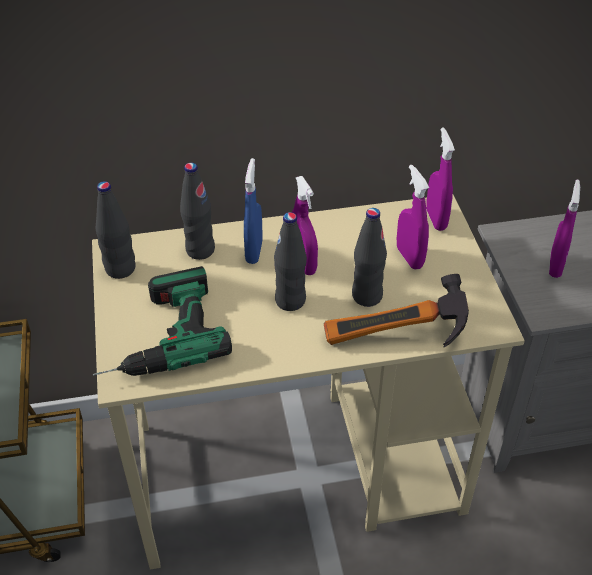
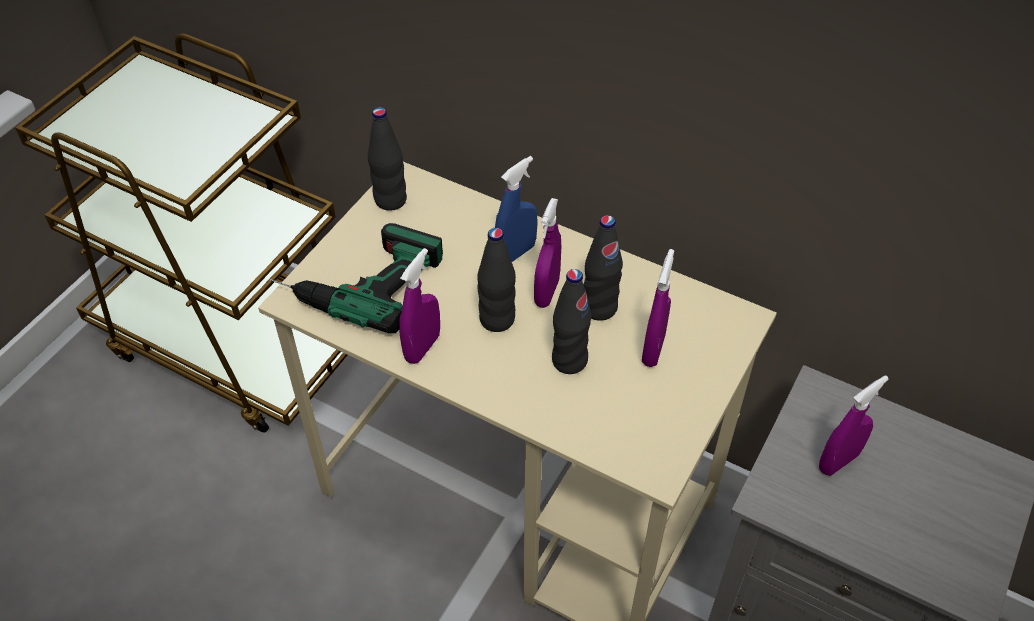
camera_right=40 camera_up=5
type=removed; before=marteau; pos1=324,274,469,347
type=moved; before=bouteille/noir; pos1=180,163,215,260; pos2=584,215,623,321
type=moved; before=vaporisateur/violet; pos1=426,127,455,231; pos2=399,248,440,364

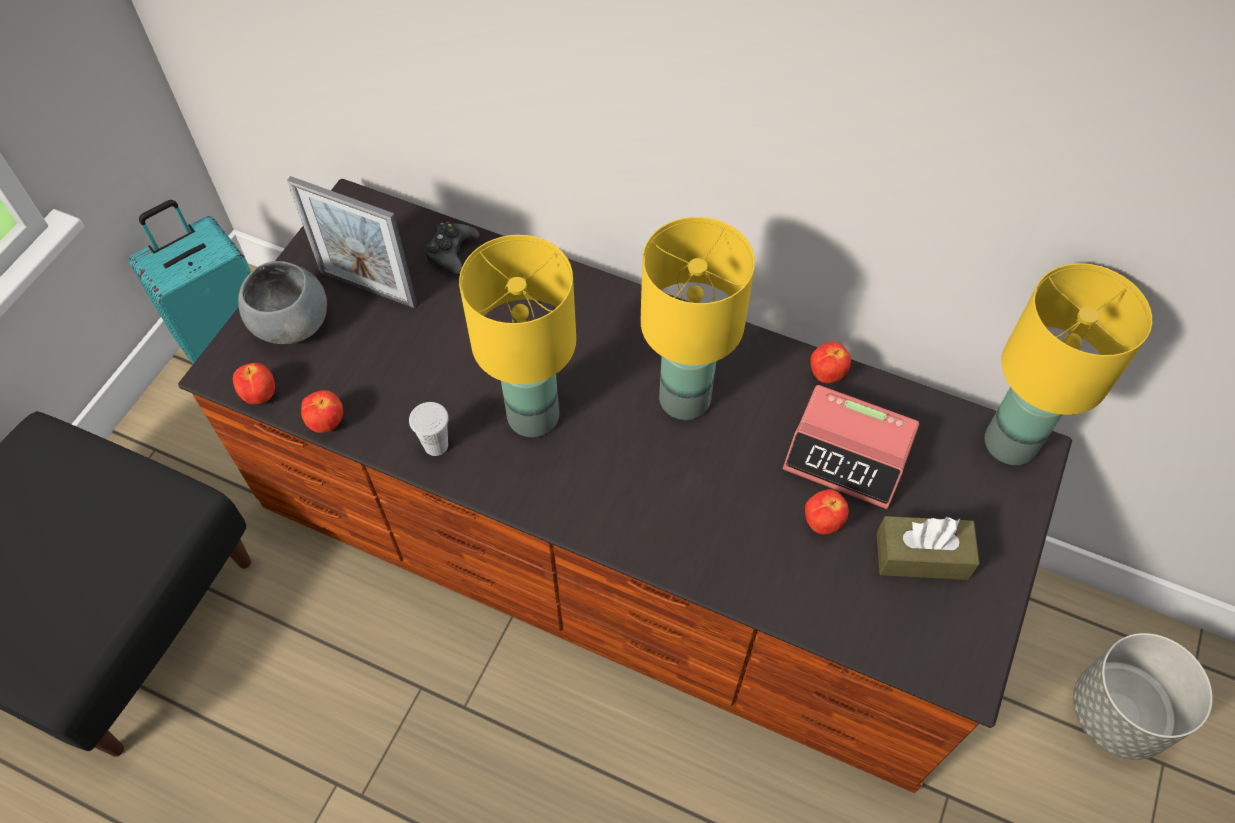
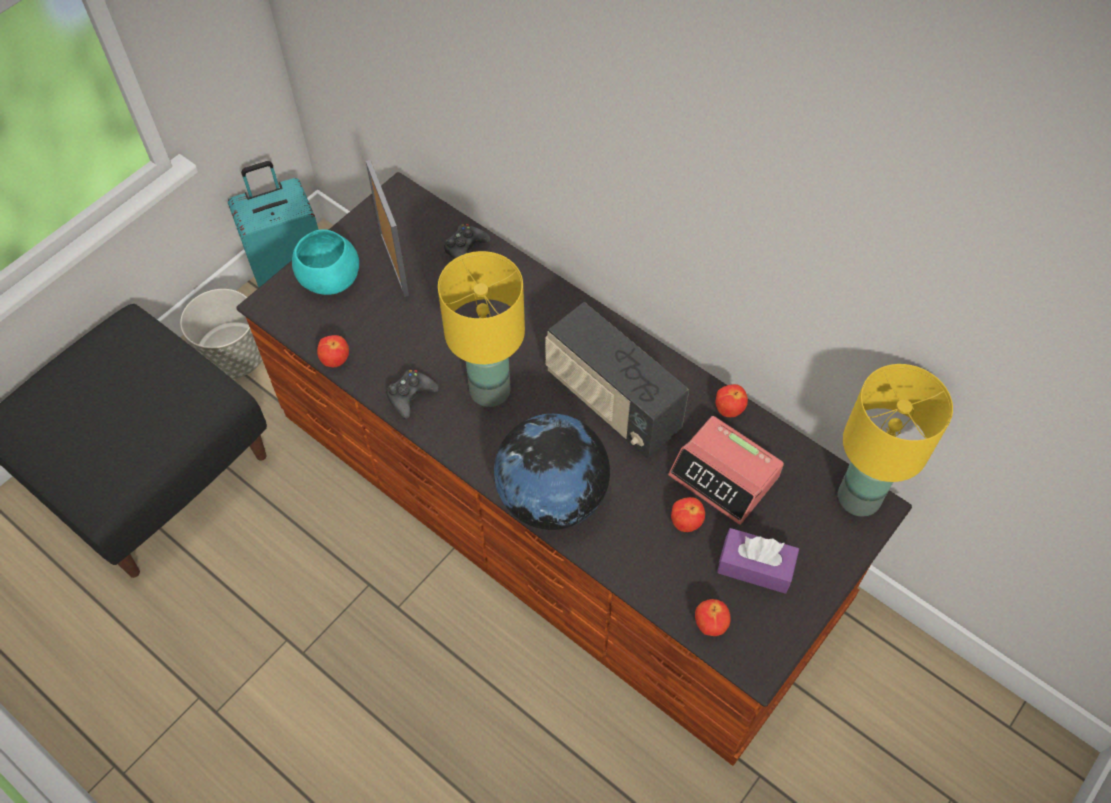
camera_right=15 camera_up=0
type=added; after=globe; pos2=494,414,610,530
type=moved; before=pomme; pos1=233,363,275,404; pos2=695,599,731,636
type=moved; before=cache-pot/gris; pos1=1073,633,1213,760; pos2=180,289,262,379
type=replaced; before=tasse/blanc; after=manette/noir; pos1=409,402,449,456; pos2=386,370,439,419
type=replaced; before=lampe de table/jaune; after=radio; pos1=641,217,755,420; pos2=545,302,689,459
type=recoloured; before=bol/gris; after=bol/turquoise; pos1=238,261,327,344; pos2=292,229,359,295
type=recoloured; before=boîte à mouchoirs/marron; after=boîte à mouchoirs/violet; pos1=877,516,980,580; pos2=717,528,799,594
type=turned; before=cadre photo; pos1=287,176,417,308; pos2=366,160,409,297; turn=-150

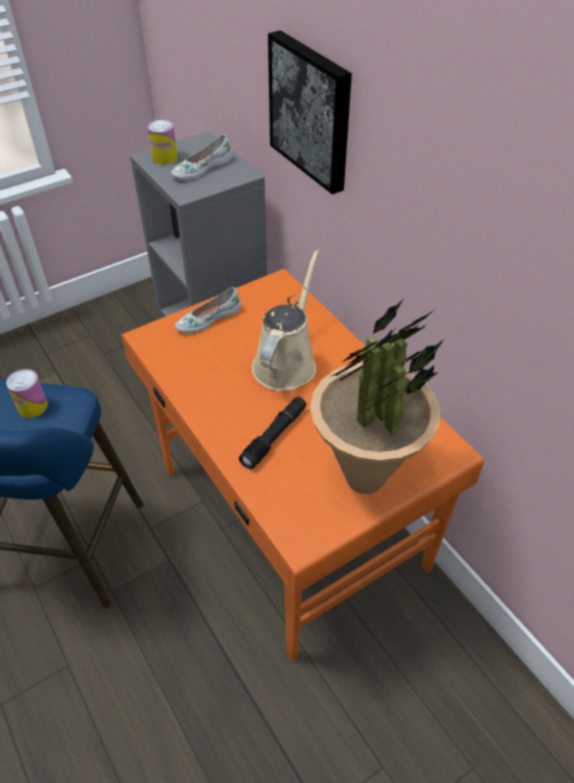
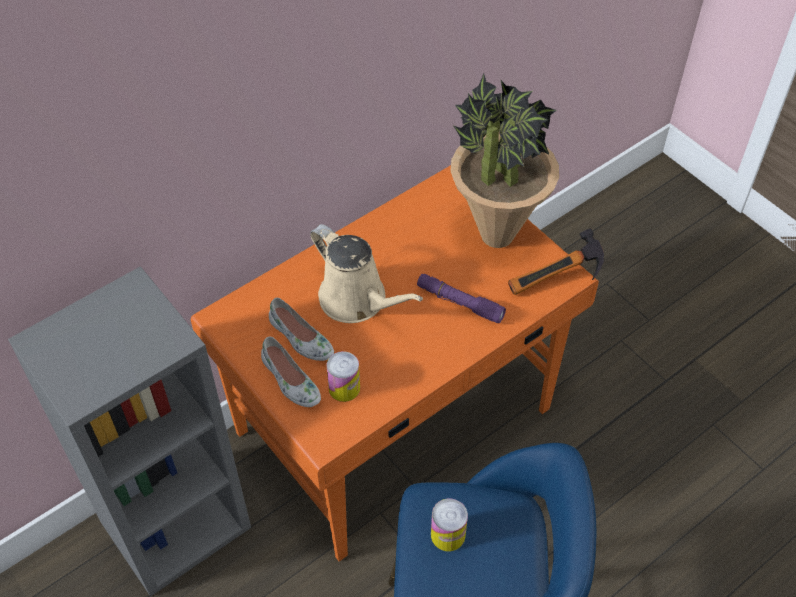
camera_right=-95 camera_up=5
type=removed; before=tableau; pos1=268,30,352,195
type=added; after=marteau; pos2=508,228,604,295
type=moved; before=boîte métallique; pos1=147,120,178,165; pos2=326,351,360,402
type=moved; before=chaussure/blanc; pos1=171,134,232,180; pos2=269,298,334,361
type=recoloured; before=lampe de poche/noir; after=lampe de poche/violet; pos1=239,397,306,469; pos2=417,273,506,323
type=turned; before=arrosoir/beige; pos1=252,249,319,391; pos2=310,224,423,323; turn=-150

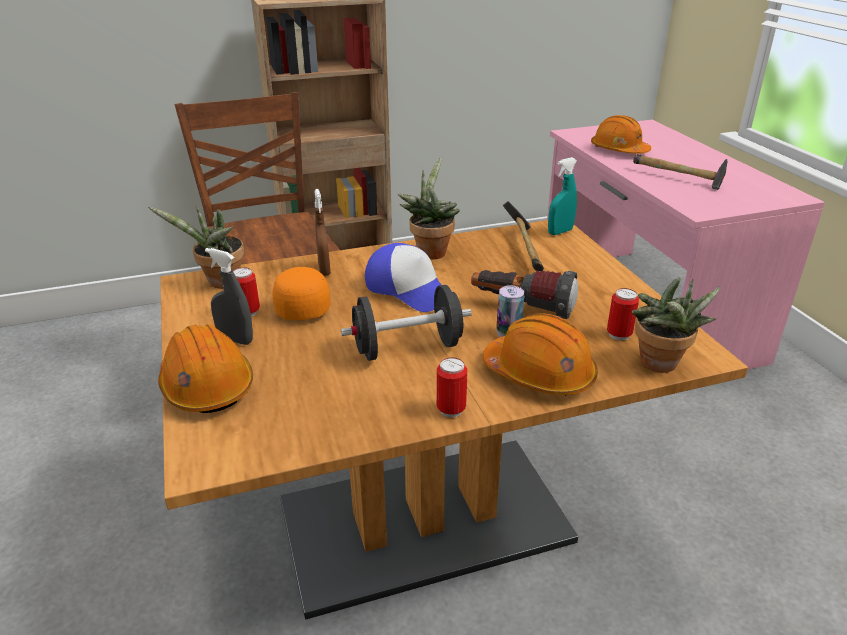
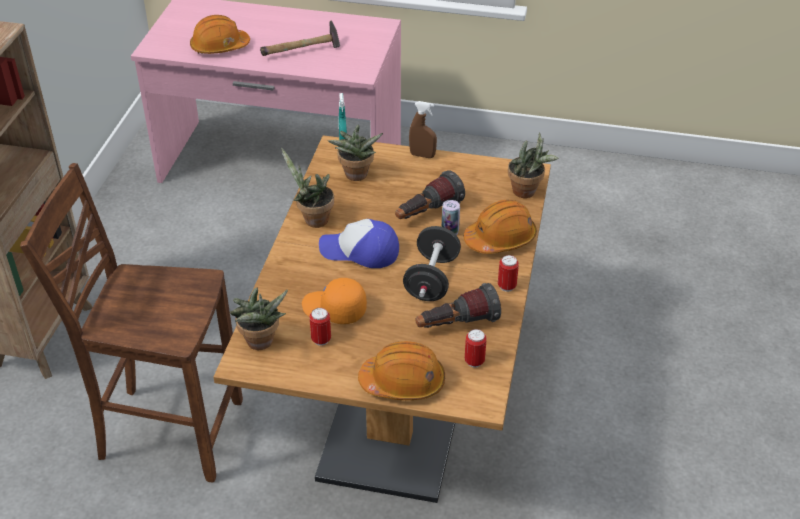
camera_right=-60 camera_up=10
type=removed; before=vaporisateur/gris; pos1=205,248,253,345
type=added; after=lampe de poche; pos2=415,283,501,328
type=moved; before=vaporisateur/marron; pos1=315,189,331,276; pos2=409,101,437,158
type=moved; before=boîte métallique; pos1=607,288,639,341; pos2=465,329,486,367
type=replaced; before=marteau; after=plante en pot; pos1=503,201,544,271; pos2=328,125,383,181
type=turned; before=casquette; pos1=365,243,458,312; pos2=319,219,399,268; turn=-150

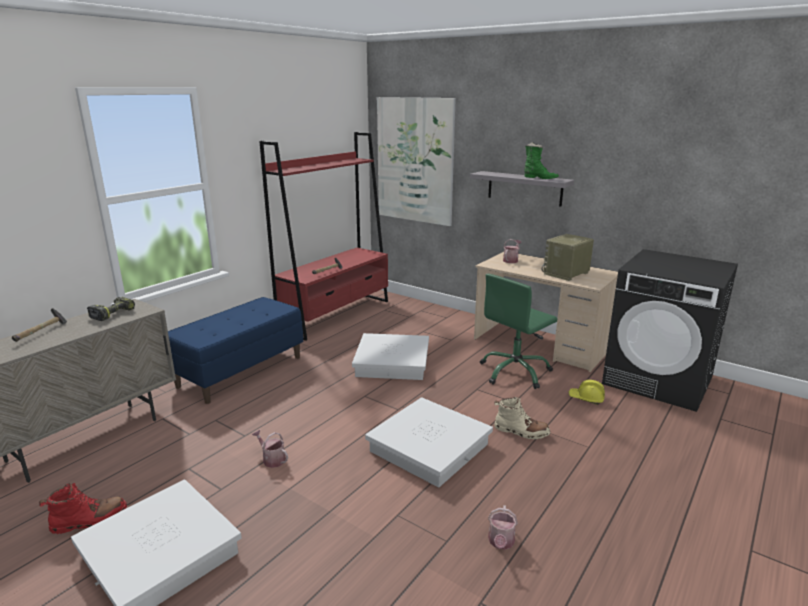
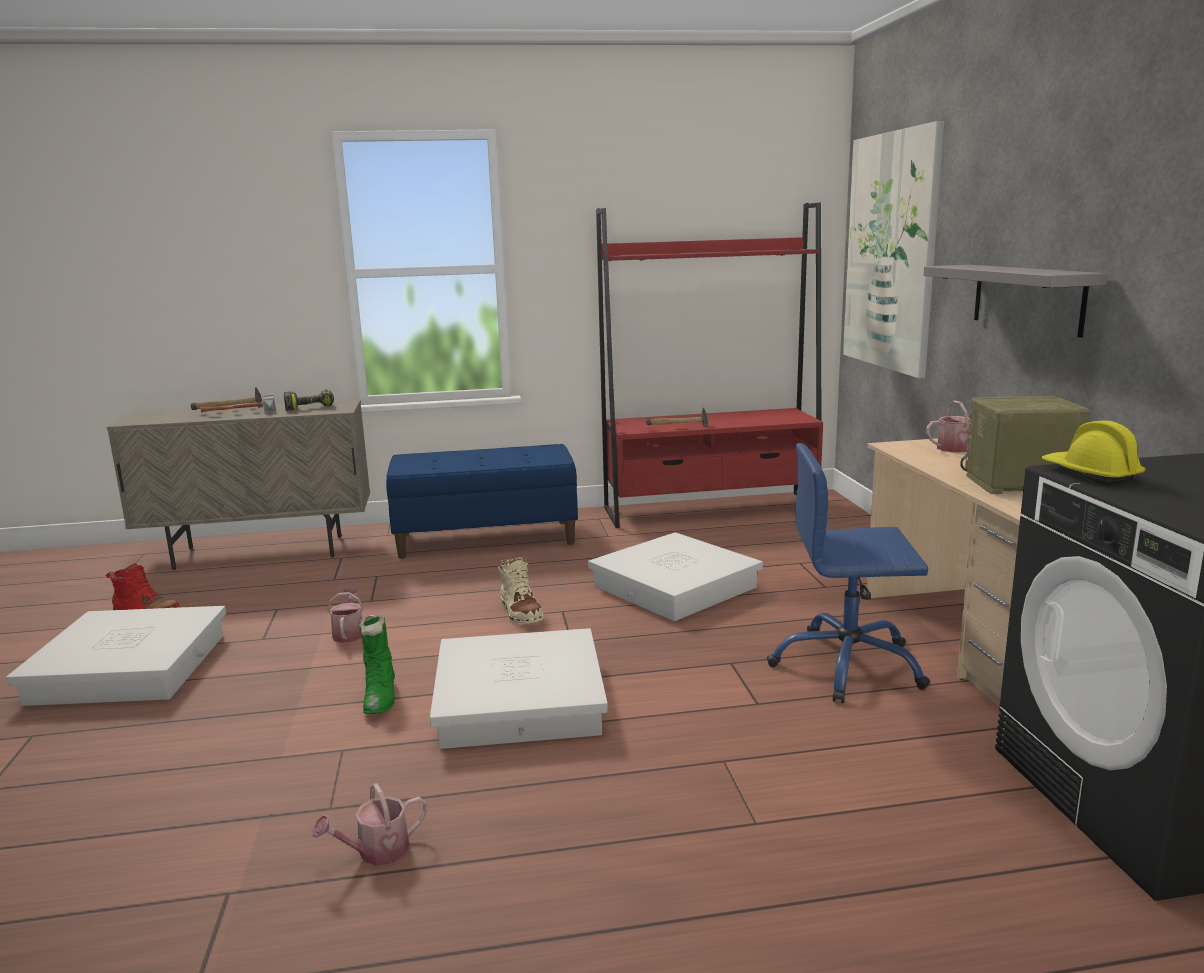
camera_right=45 camera_up=-5
type=added; after=marteau; pos2=200,395,276,413
type=moved; before=botte/beige; pos1=494,397,550,439; pos2=498,557,544,625
type=moved; before=botte/vert; pos1=524,142,559,179; pos2=359,615,395,714
type=moved; before=casque de chantier/jaune; pos1=569,380,605,405; pos2=1042,420,1145,485
type=recoloured; before=chaise de bureau/vert; after=chaise de bureau/bleu; pos1=480,274,557,389; pos2=767,443,930,703

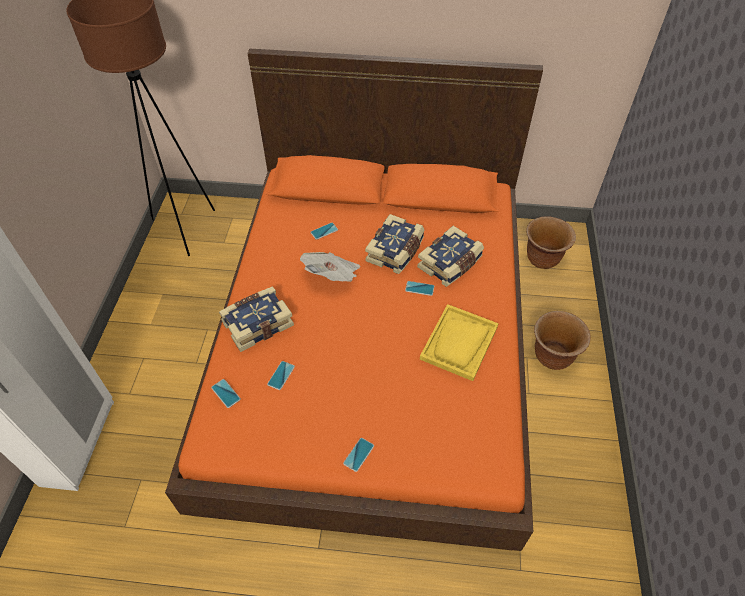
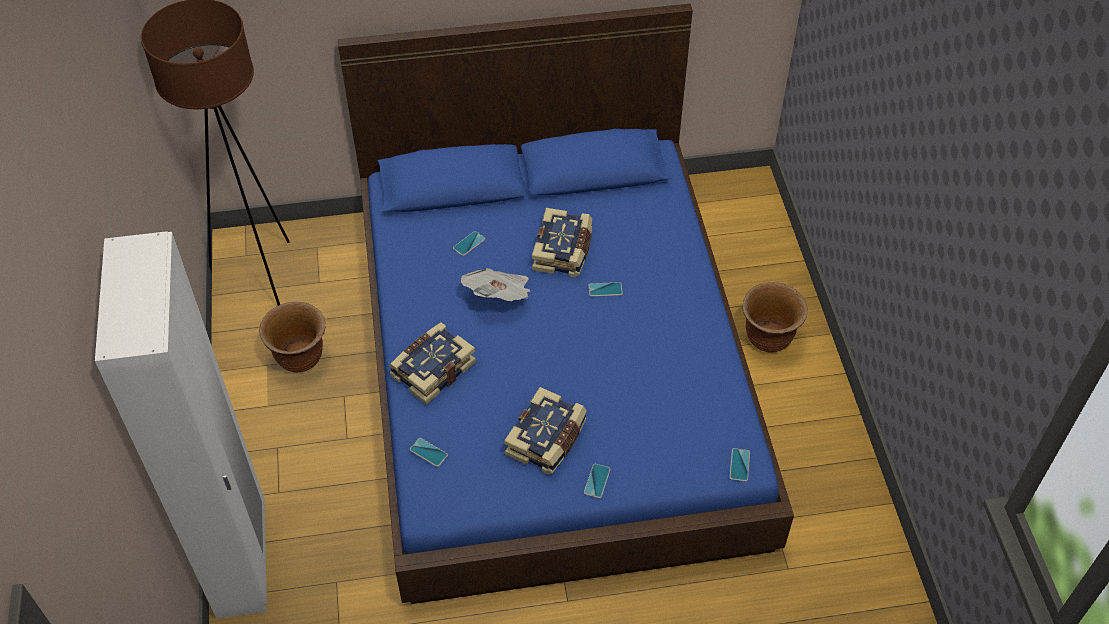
camera_right=-15 camera_up=0
type=removed; before=plateau/jaune; pos1=420,304,499,381
type=moved; before=téléphone; pos1=267,361,295,390; pos2=729,448,750,482
type=moved; before=livre; pos1=417,226,484,287; pos2=504,387,587,475
type=moved; before=cache-pot/marron; pos1=526,216,576,269; pos2=259,302,326,373
type=recoloured; before=lit/orange; after=lit/bleu; pos1=165,49,543,551; pos2=338,4,794,604

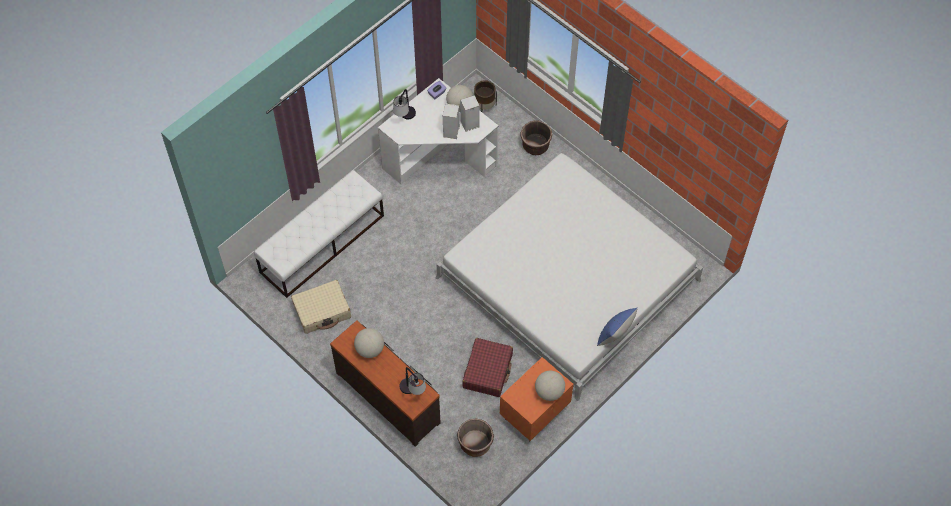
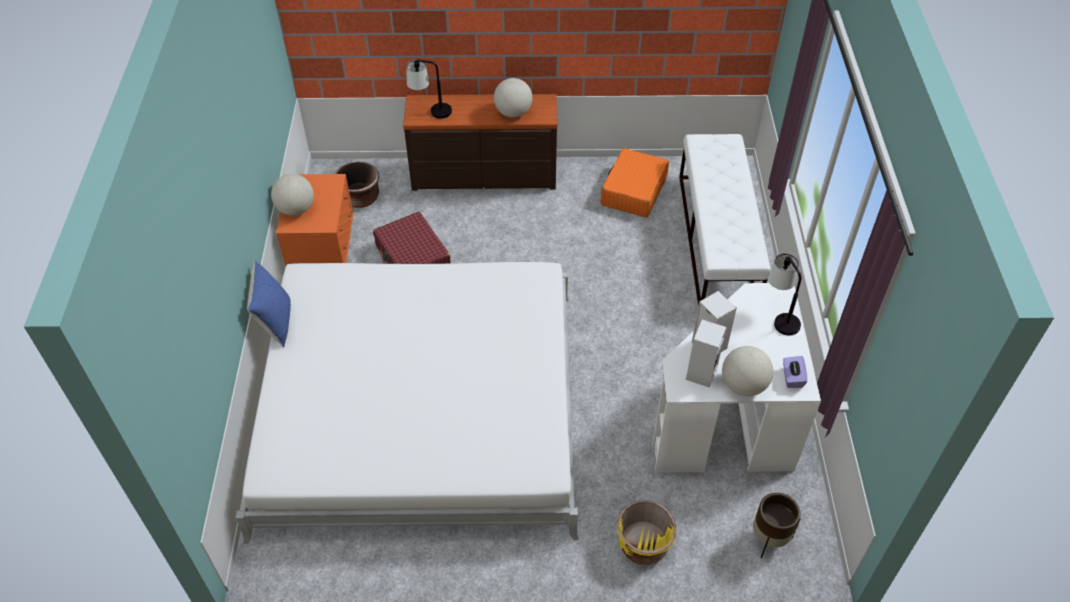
camera_right=135 camera_up=-10
type=recoloured; before=valise/beige; after=valise/orange; pos1=291,280,351,334; pos2=601,148,669,218
type=recoloured; before=cache-pot/marron; after=cache-pot/jaune; pos1=521,121,552,155; pos2=617,500,677,565

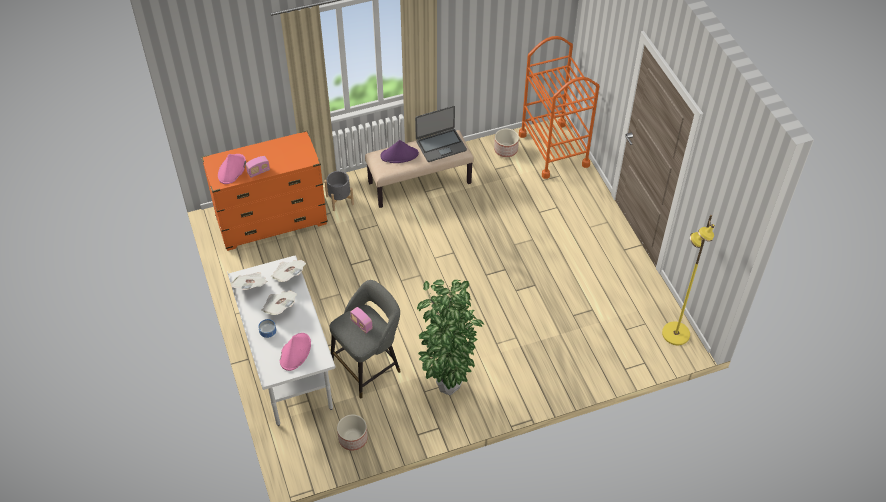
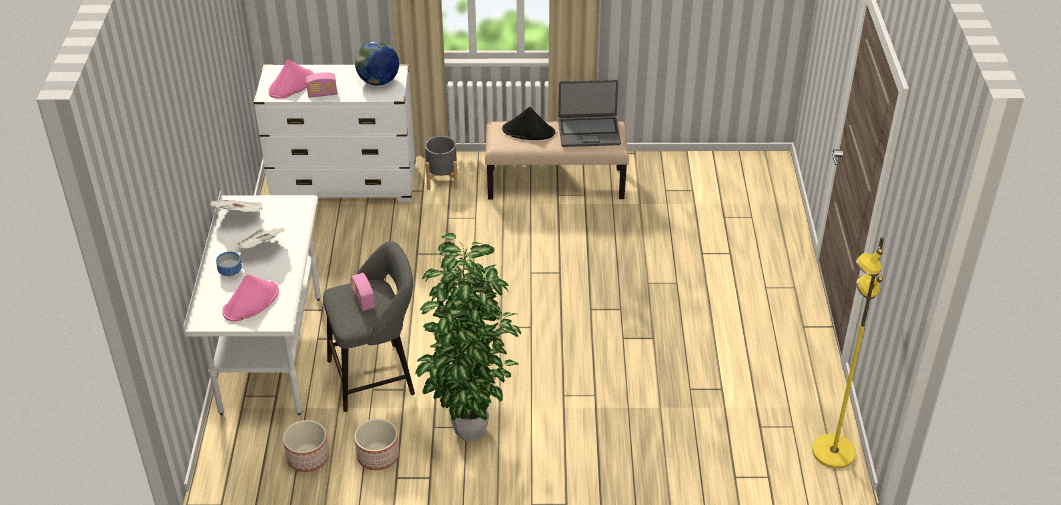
camera_right=20 camera_up=-10
type=removed; before=journal; pos1=270,260,306,282
type=removed; before=chariot/orange; pos1=519,36,599,179
type=added; after=globe; pos2=355,41,399,86
type=moved; before=cache-pot; pos1=494,129,519,157; pos2=354,419,399,471
type=recoloured; before=commode/orange; after=commode/blanc; pos1=202,131,328,251; pos2=254,64,416,202
type=recoloured; before=chapeau/violet; after=chapeau/noir; pos1=380,140,419,163; pos2=502,107,555,140

